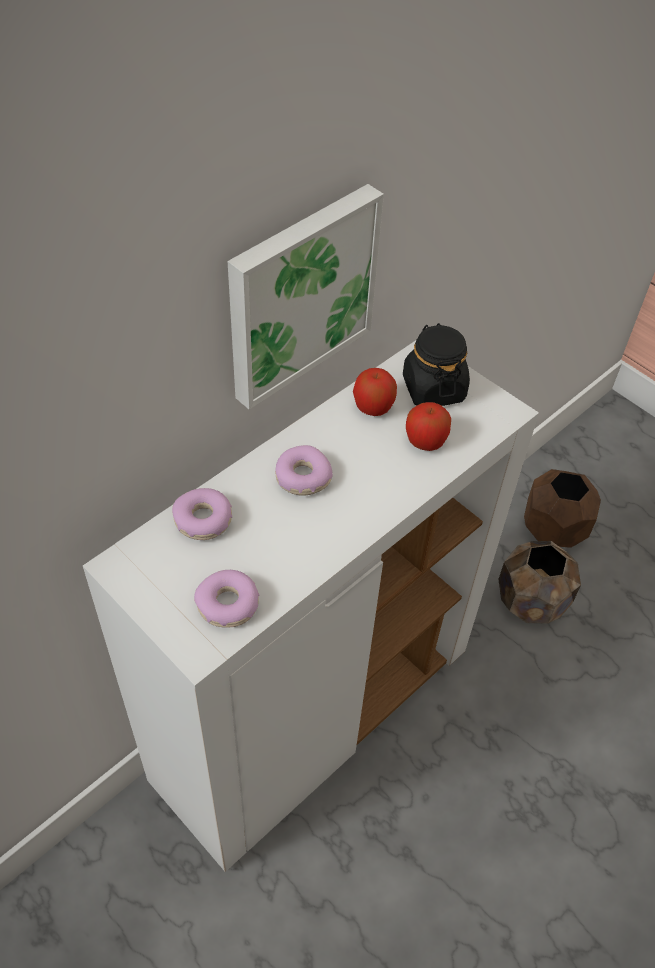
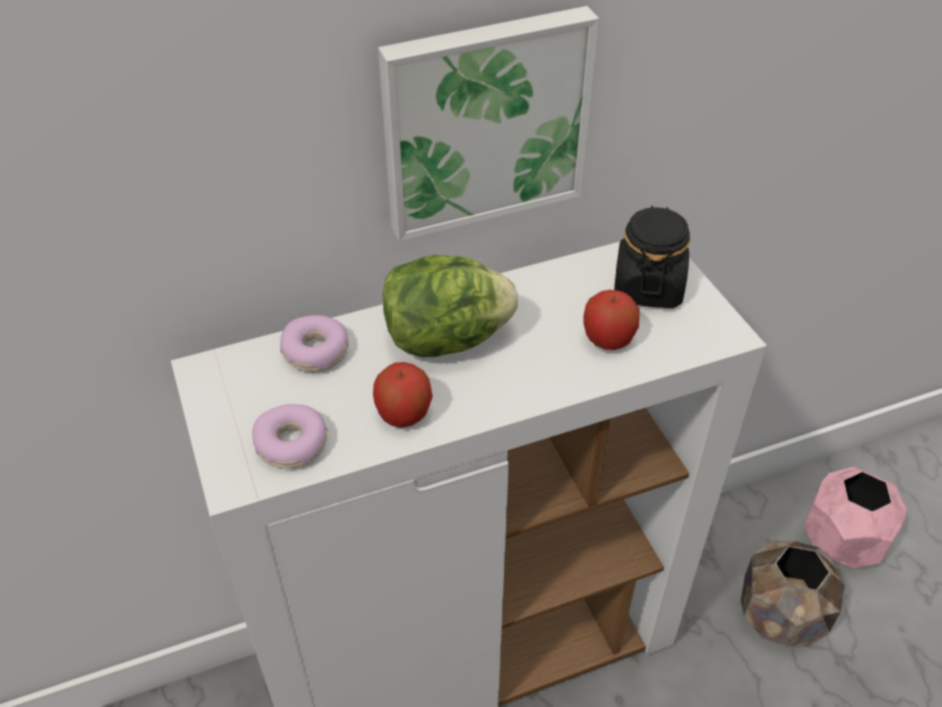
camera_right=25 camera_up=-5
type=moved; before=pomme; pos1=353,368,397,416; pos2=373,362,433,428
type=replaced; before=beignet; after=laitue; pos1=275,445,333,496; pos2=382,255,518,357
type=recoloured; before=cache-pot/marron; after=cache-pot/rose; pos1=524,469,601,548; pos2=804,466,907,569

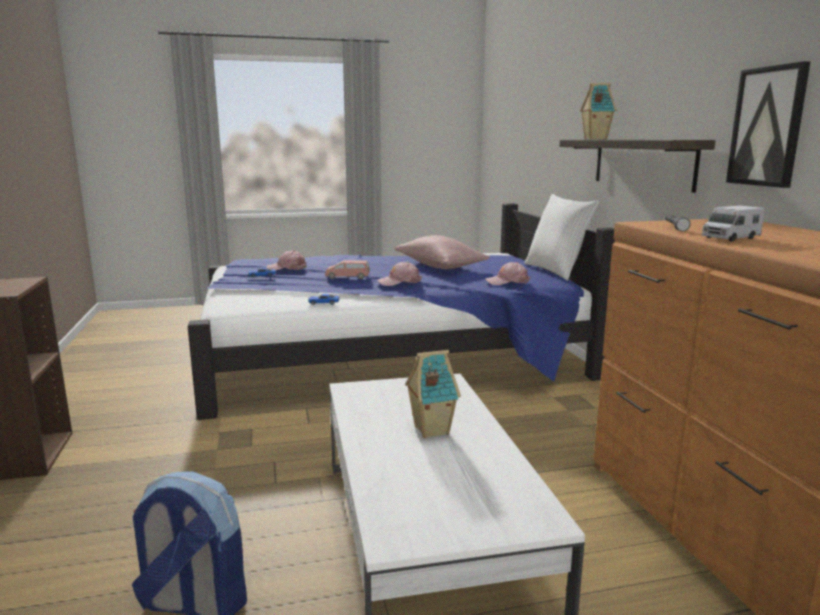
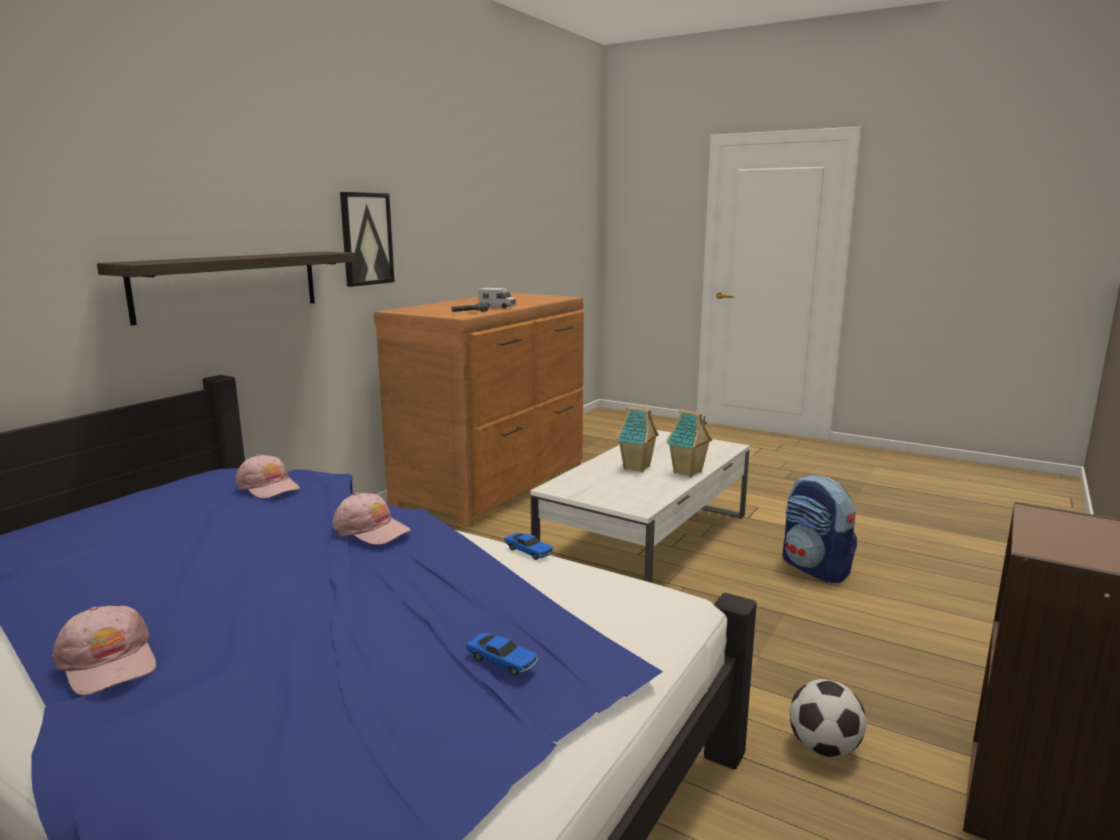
camera_right=-135 camera_up=0
type=removed; before=petite voiture/rose; pos1=325,260,370,279
type=removed; before=coussin/rose; pos1=395,235,490,269
type=removed; before=coussin/blanc; pos1=524,194,599,280
type=added; after=ballon de foot; pos2=790,679,866,757
type=moved; before=casquette/rose; pos1=266,250,307,270; pos2=52,606,156,696
type=moved; before=maison miniature; pos1=580,83,617,139; pos2=666,409,712,477

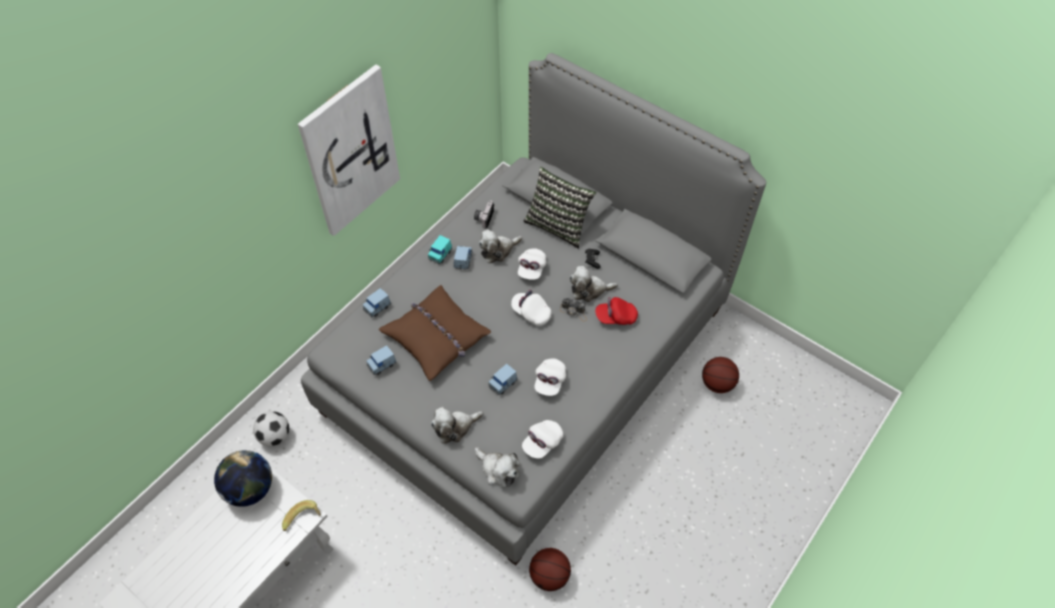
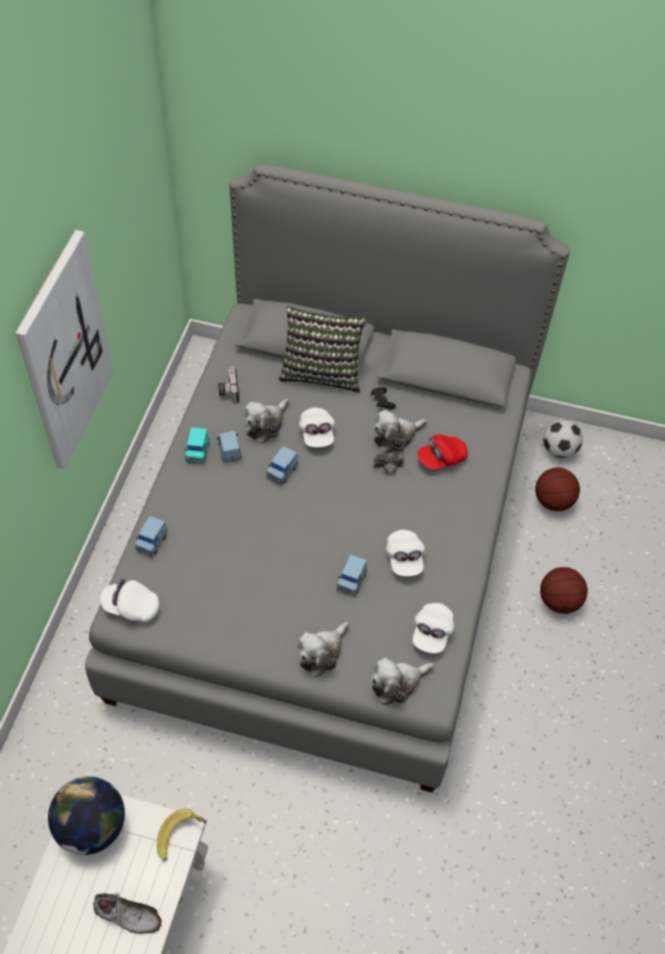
camera_right=-25 camera_up=0
type=removed; before=coussin/marron; pos1=379,285,491,381
type=added; after=chaussure; pos2=93,893,162,934
type=moved; before=ballon de foot; pos1=253,411,289,446; pos2=543,419,583,458
type=moved; before=petite voiture/bleu; pos1=366,345,397,375; pos2=266,446,298,484
type=moved; before=casquette/blanc; pos1=511,290,551,326; pos2=100,579,160,622
type=moved; before=ballon de basket; pos1=529,548,571,591; pos2=540,567,588,614
type=turned; before=peluche; pos1=475,447,520,488; pos2=371,657,434,705; turn=135

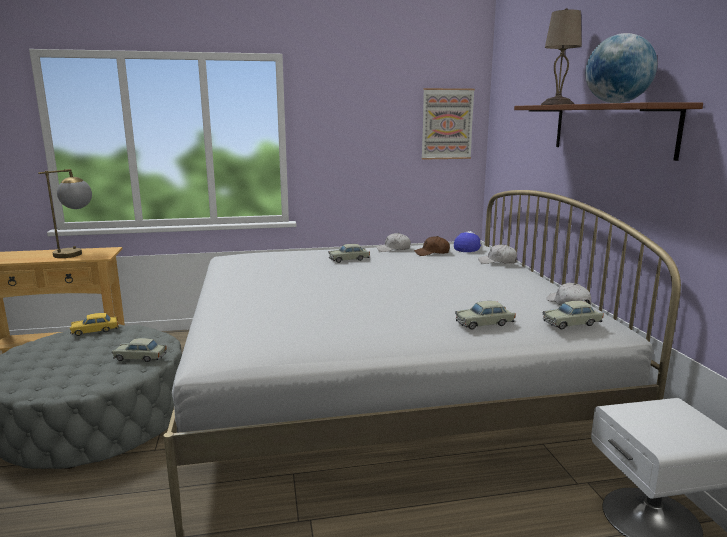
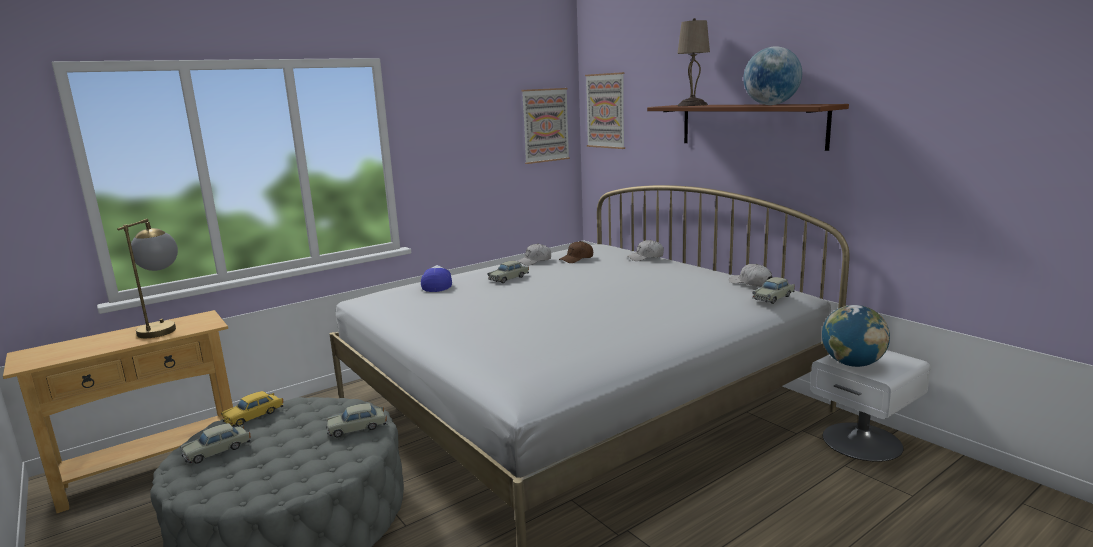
camera_right=-25 camera_up=0
type=added; after=tableau; pos2=585,72,625,149
type=added; after=globe; pos2=822,305,890,367
type=moved; before=casquette; pos1=454,231,481,252; pos2=421,265,452,292
type=moved; before=petite voiture/beige; pos1=455,301,516,330; pos2=180,423,251,464

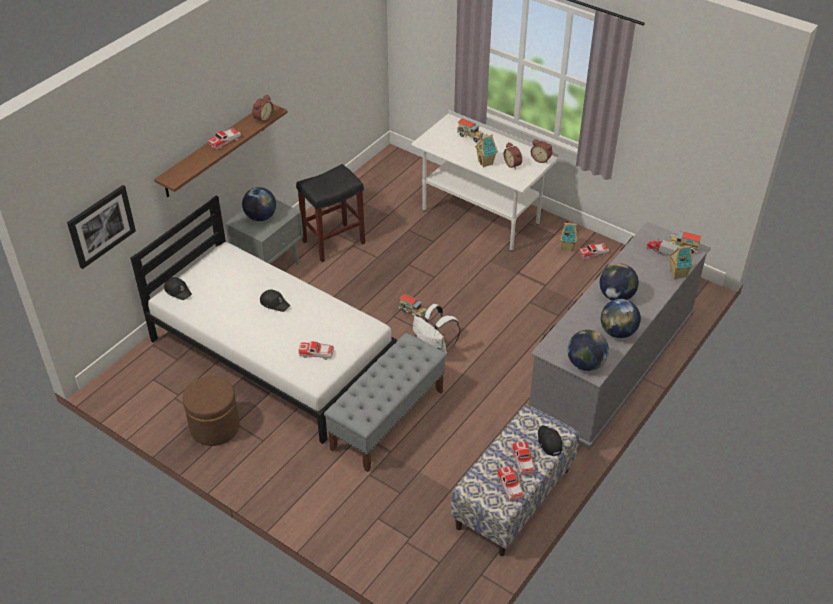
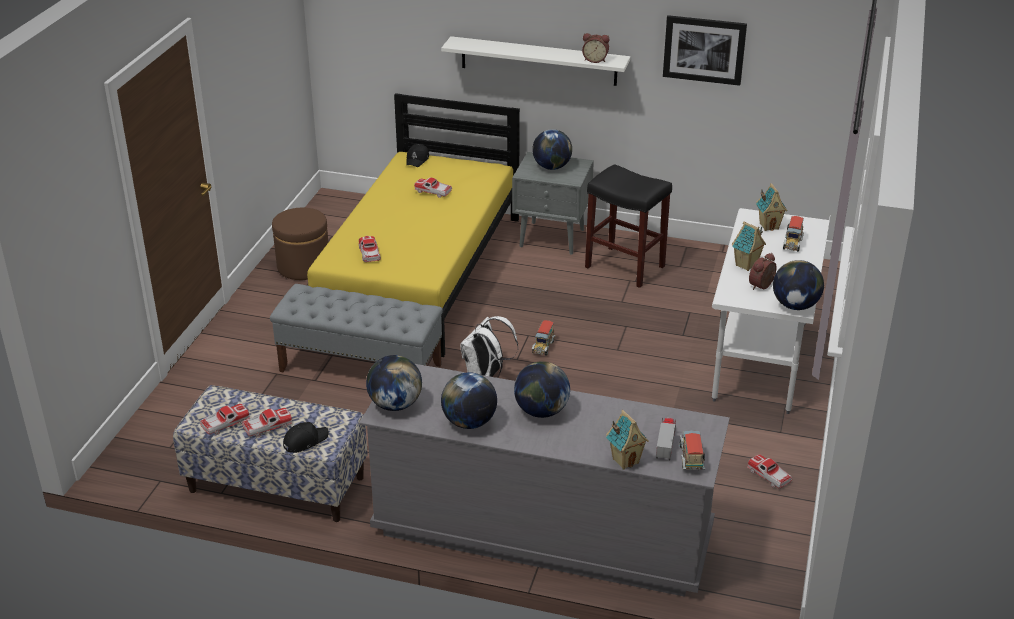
camera_right=70 camera_up=-10
type=removed; before=casquette/noir; pos1=260,290,290,312
type=moved; before=tableau; pos1=67,185,136,269; pos2=663,15,747,86
type=moved; before=petite voiture; pos1=208,128,241,149; pos2=414,177,452,198
type=moved; before=maison miniature; pos1=560,223,578,252; pos2=756,183,788,231
type=replaced; before=réveil; after=globe; pos1=531,139,553,163; pos2=773,260,824,310
type=recoloured; before=lit/blanc; after=lit/jaune; pos1=131,195,397,444; pos2=307,93,520,357
type=recoloured; before=étagère/marron; after=étagère/blanc; pos1=154,104,288,197; pos2=441,36,630,86

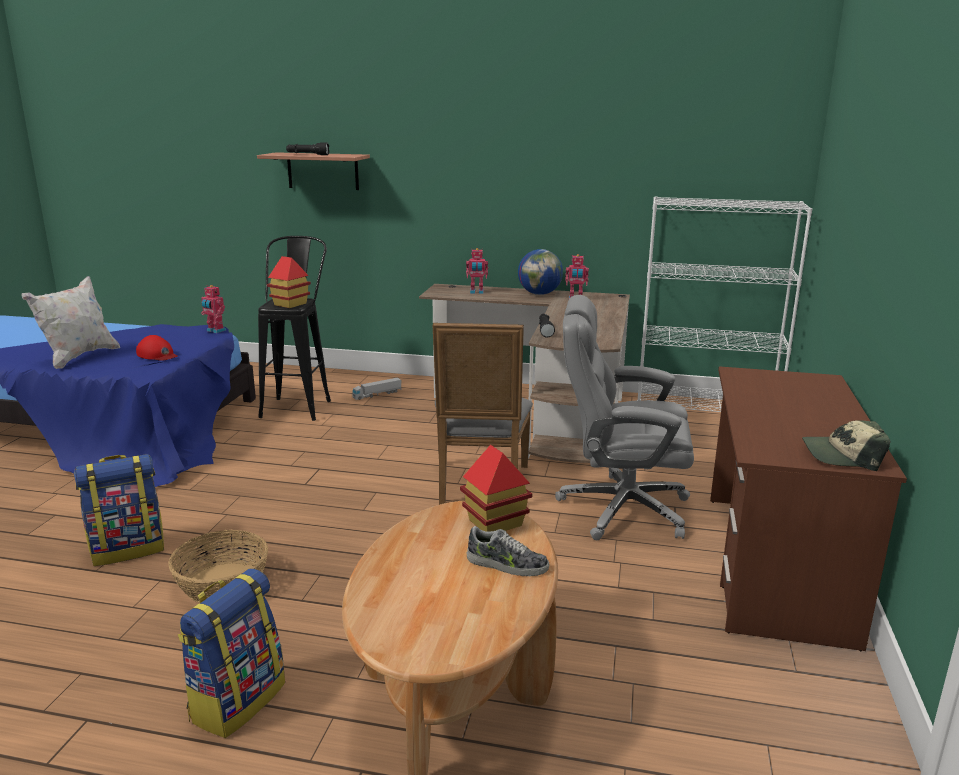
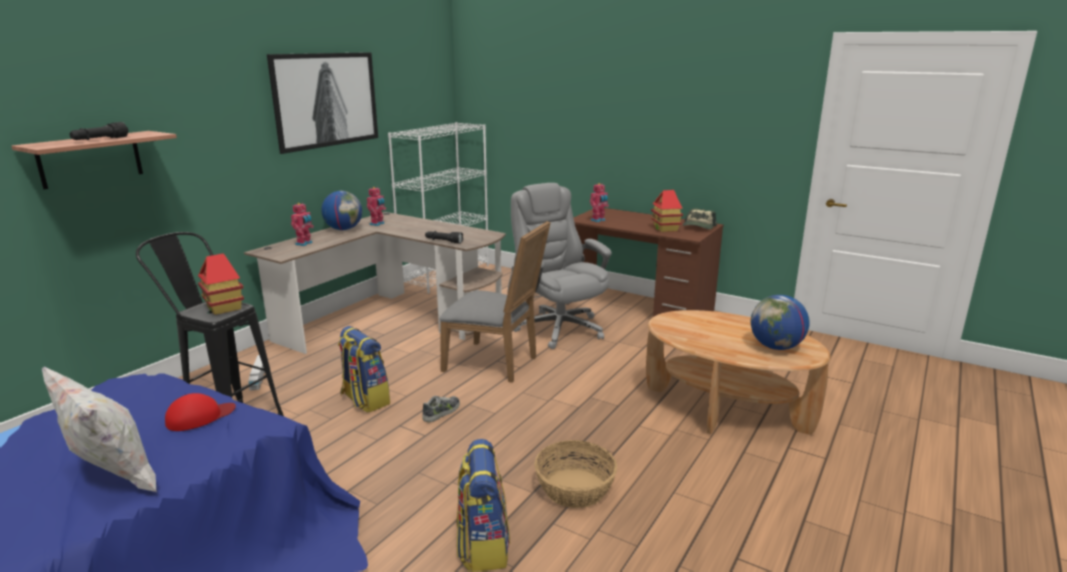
camera_right=-70 camera_up=0
type=added; after=tableau; pos2=267,52,378,154
type=added; after=globe; pos2=751,295,810,350
type=moved; before=sac à dos; pos1=178,569,285,738; pos2=338,326,390,413
type=moved; before=robot jouet; pos1=201,285,226,333; pos2=590,183,609,222
type=moved; before=maison miniature; pos1=460,445,532,532; pos2=651,190,683,232
type=moved; before=chaussure; pos1=467,526,549,576; pos2=422,396,460,422
type=turned; before=chaise de bureau/gris; pos1=555,295,694,540; pos2=511,183,612,349; turn=120

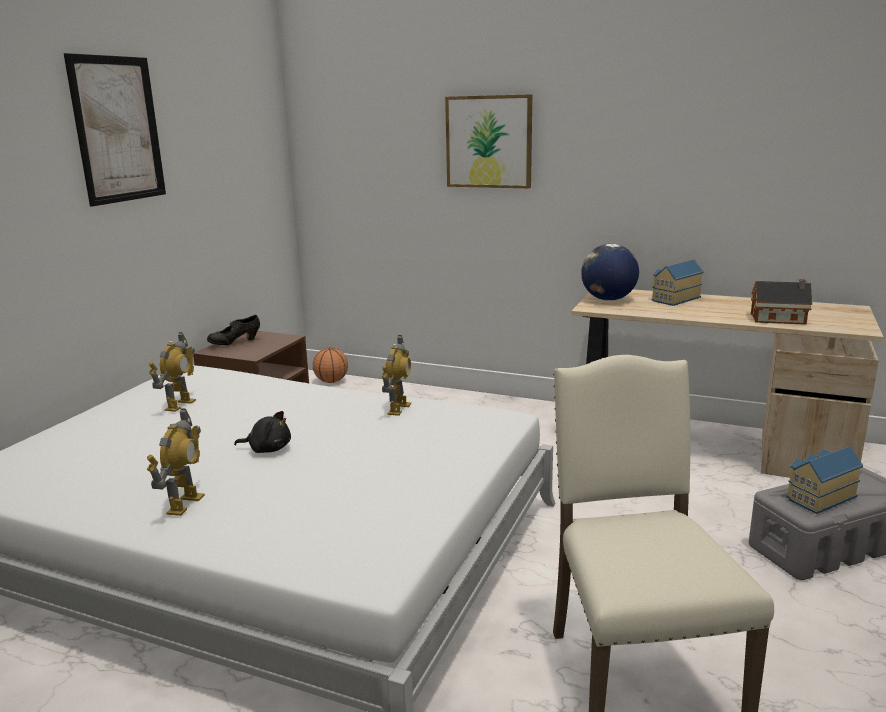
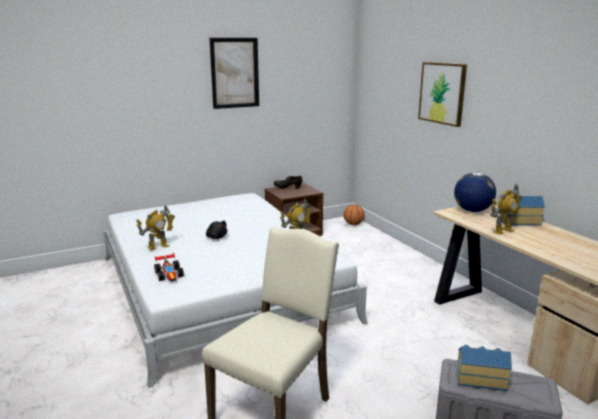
camera_right=40 camera_up=0
type=removed; before=maison miniature; pos1=751,279,813,325
type=added; after=petite voiture; pos2=154,253,184,282
type=moved; before=robot jouet; pos1=149,332,196,412; pos2=490,184,522,235

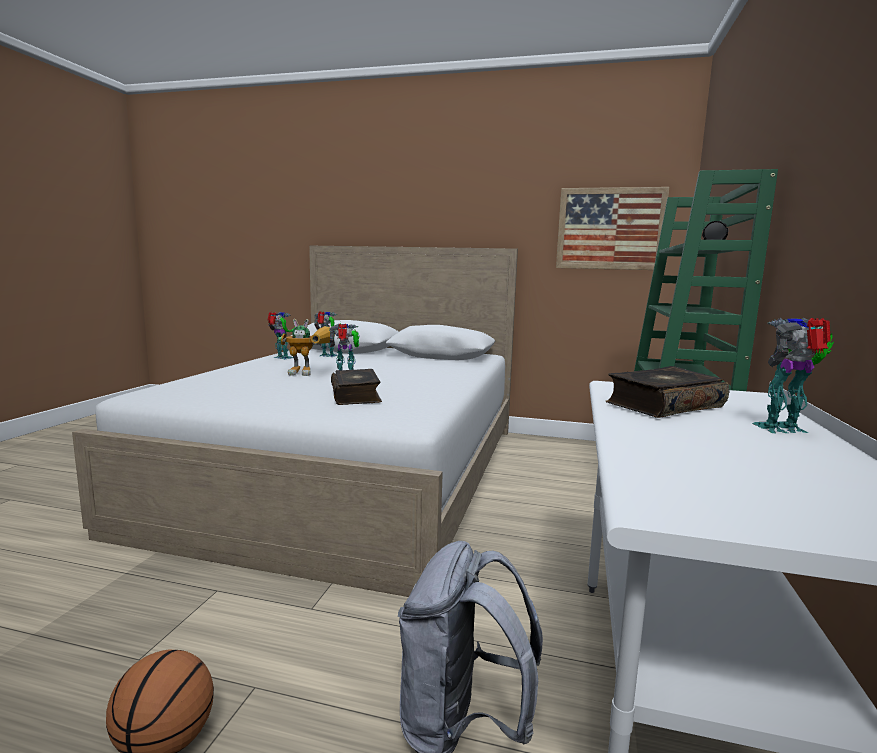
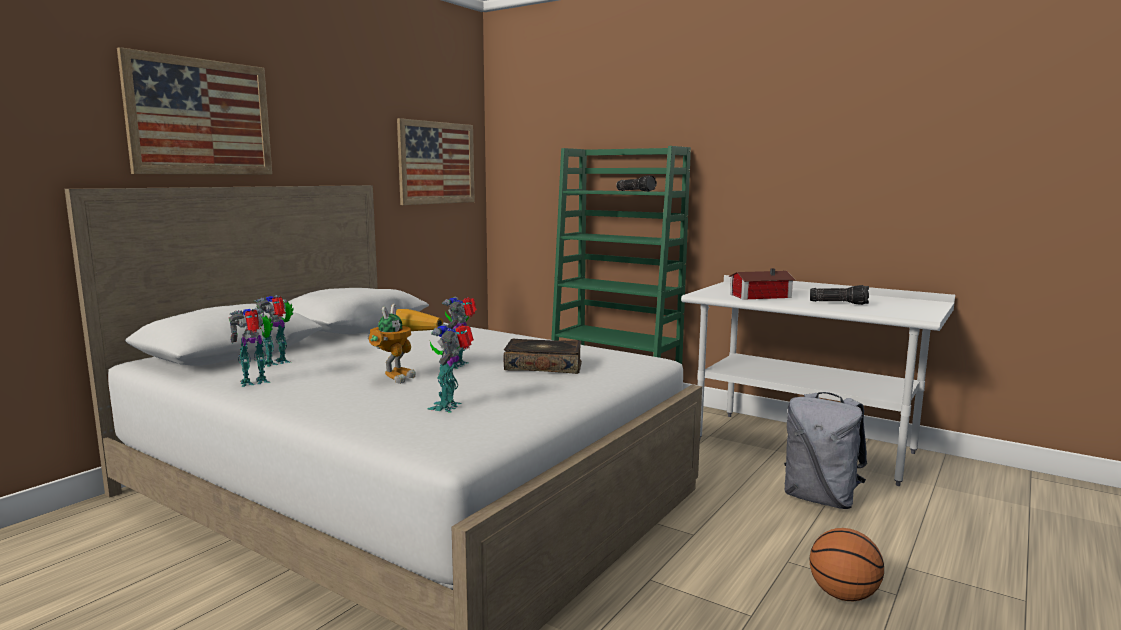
camera_right=-70 camera_up=0
type=added; after=tableau; pos2=117,47,272,175
type=added; after=lampe de poche; pos2=810,285,869,305
type=moved; before=robot jouet; pos1=752,318,834,433; pos2=427,324,474,413
type=replaced; before=livre; after=maison miniature; pos1=605,366,730,418; pos2=729,268,795,300

